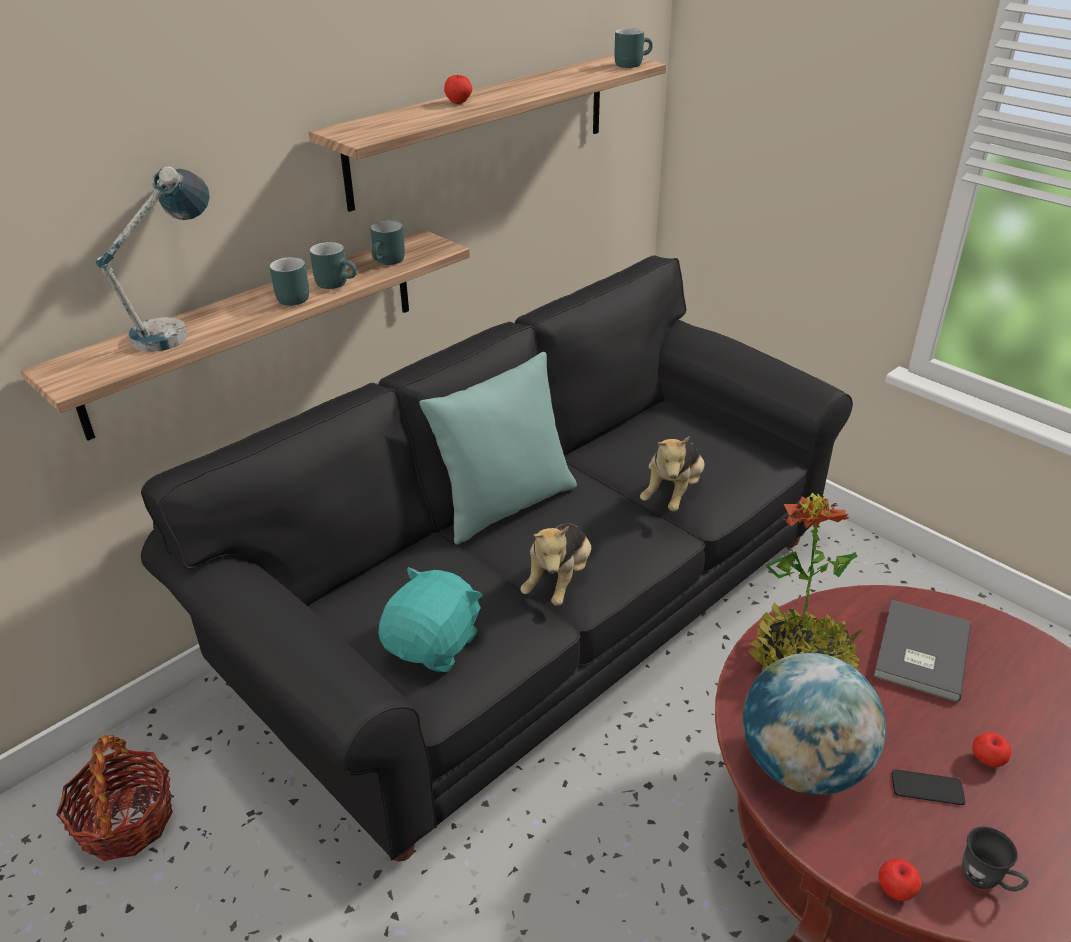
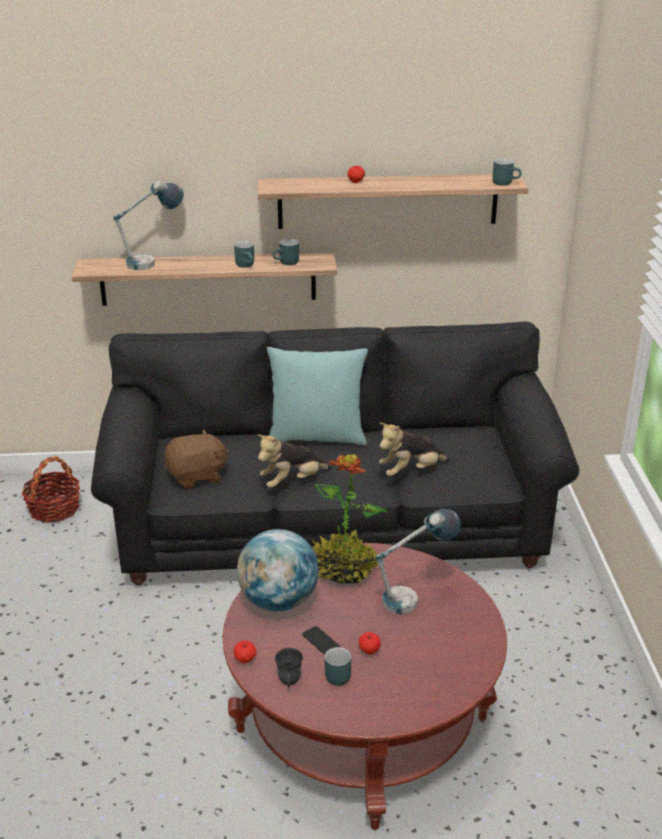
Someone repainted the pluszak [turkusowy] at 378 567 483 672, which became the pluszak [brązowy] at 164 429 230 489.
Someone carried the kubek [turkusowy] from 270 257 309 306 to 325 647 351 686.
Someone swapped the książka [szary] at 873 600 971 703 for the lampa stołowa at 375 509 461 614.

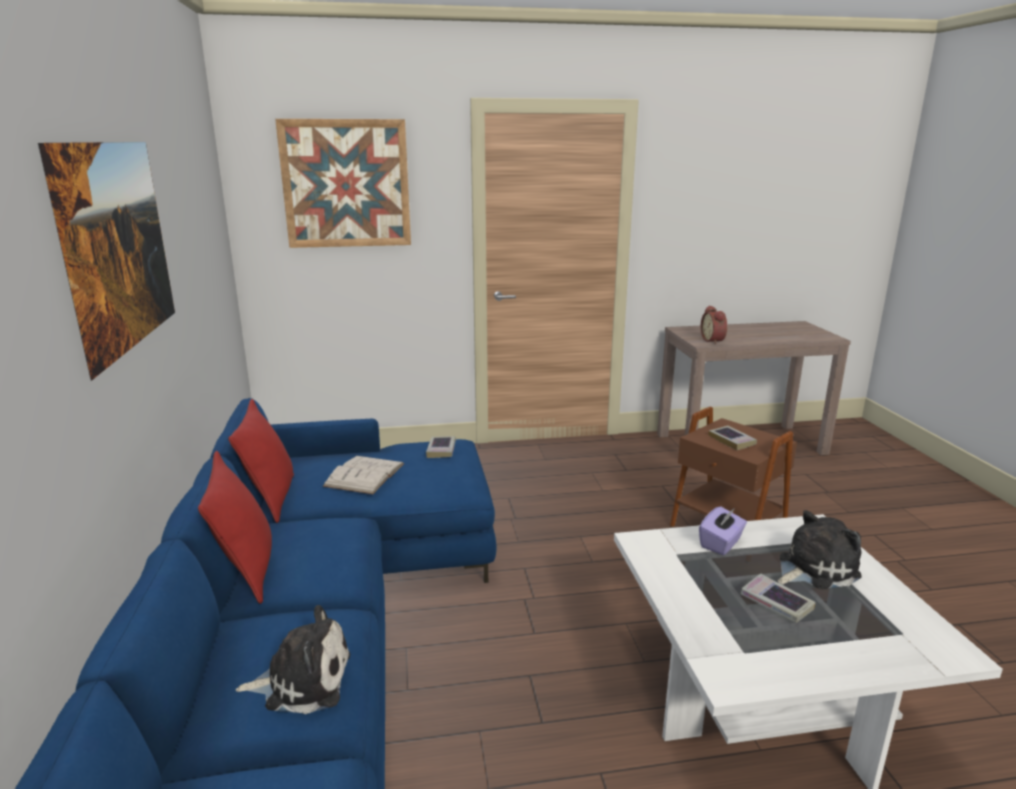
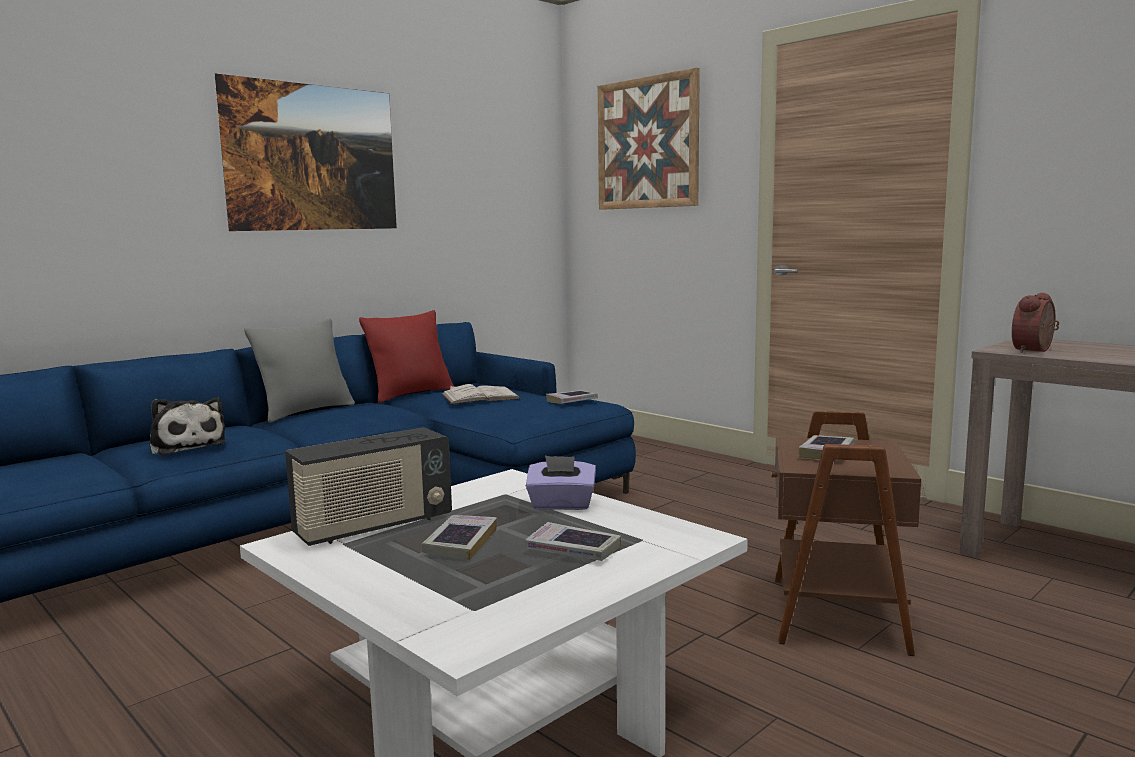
Someone repainted the poduszka [czerwony] at 198 451 272 604, which became the poduszka [szary] at 244 318 355 423.
Someone put down the radio at 285 427 452 546.
Someone swapped the pluszak at 778 510 862 589 for the książka at 525 522 621 561.

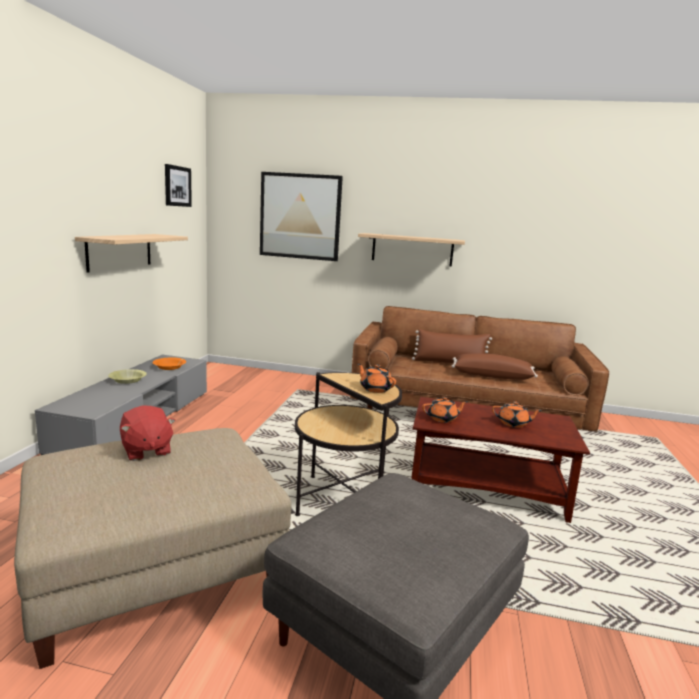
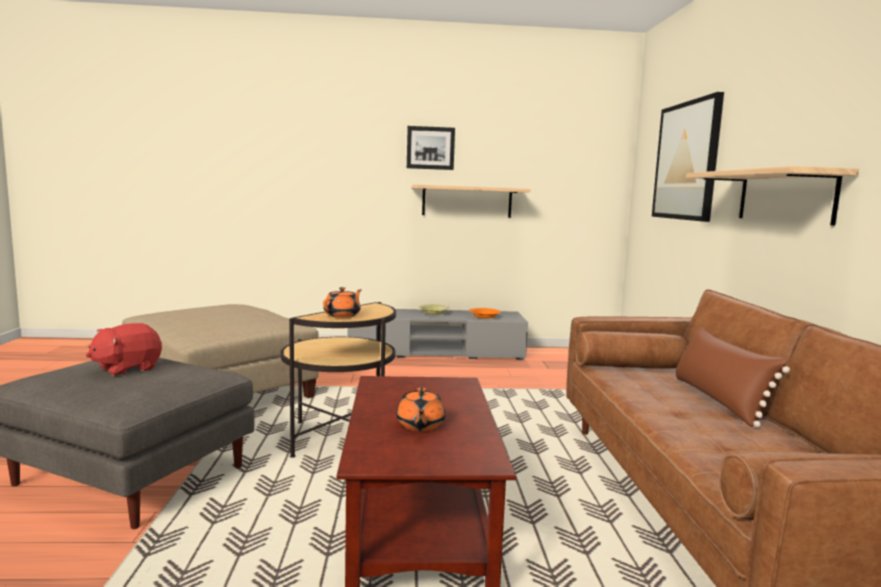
Someone carried the pluszak [czerwony] from 120 405 176 461 to 86 323 162 376.
Someone carried the obraz from 165 164 192 207 to 407 126 455 170.
Someone took away the imbryk [pomarańczowy] at 422 397 467 423.
Someone took away the poduszka [brązowy] at 451 353 538 380.

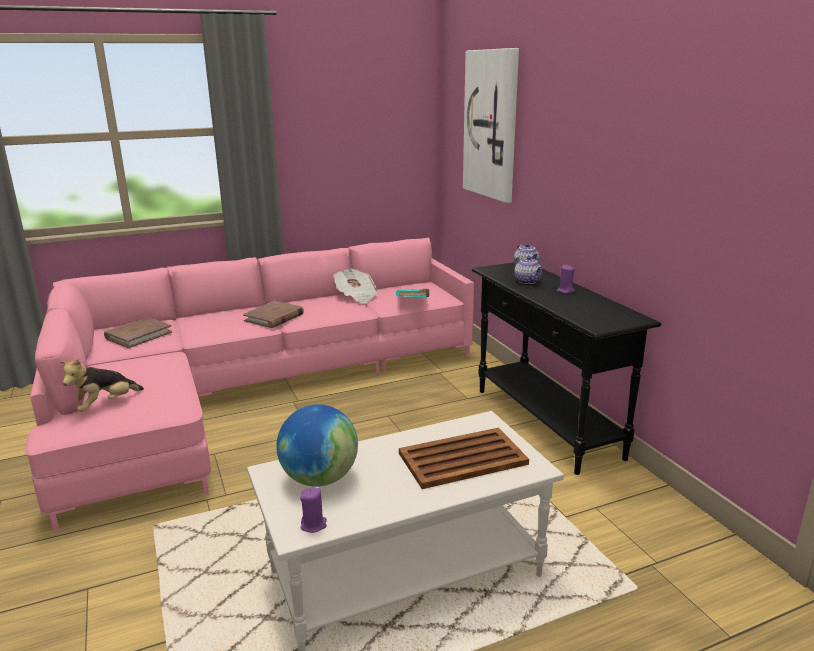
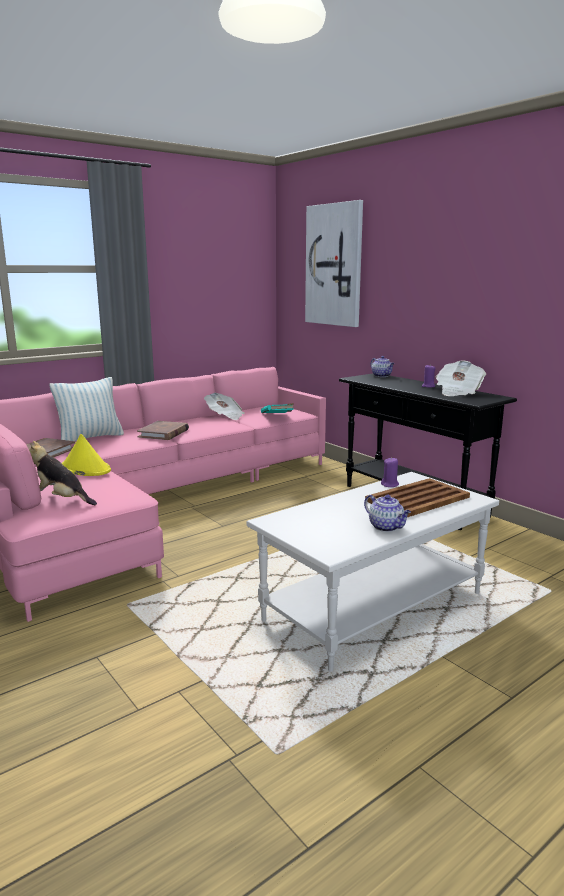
Someone rotated the pluszak at 59 359 144 412 by 90 degrees clockwise.
Someone put down the poduszka at 50 377 124 441.
Someone put down the kapelusz [żółty] at 62 434 111 476.
Someone carried the imbryk from 514 256 543 284 to 364 495 411 532.
Someone carried the świeca [fioletowy] from 300 487 327 533 to 381 457 399 487.
Someone put down the gazeta at 436 360 486 396.
Someone took away the globus at 276 404 358 487.

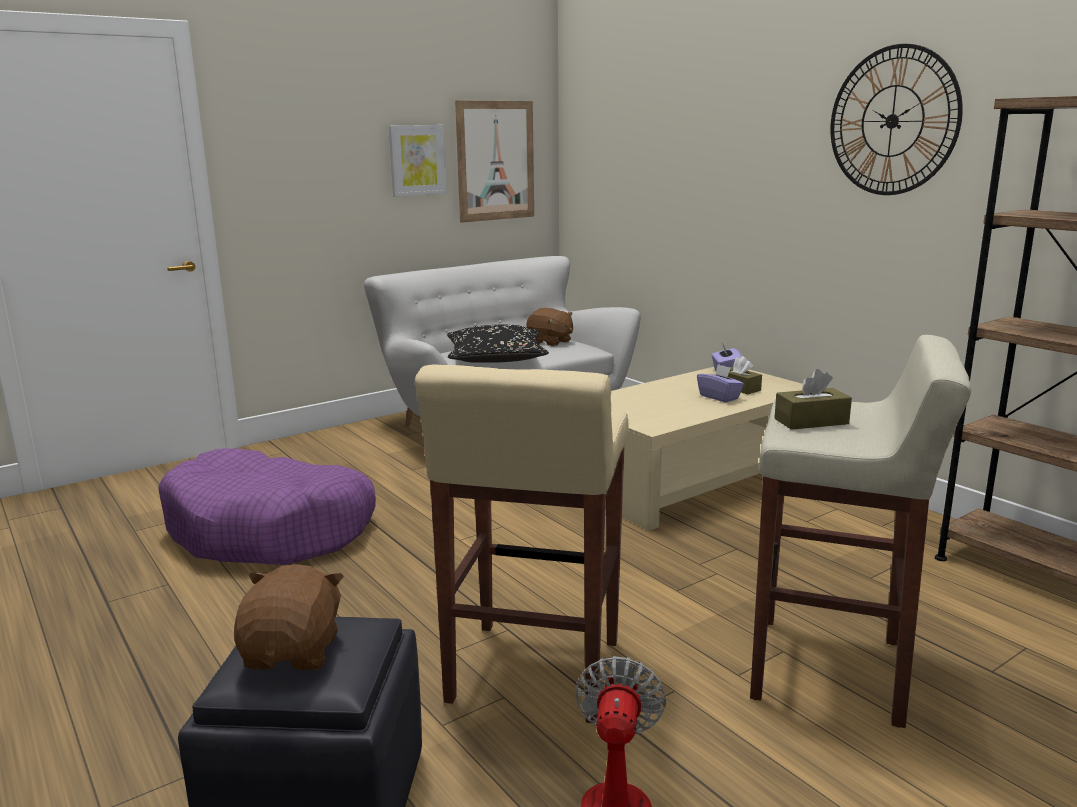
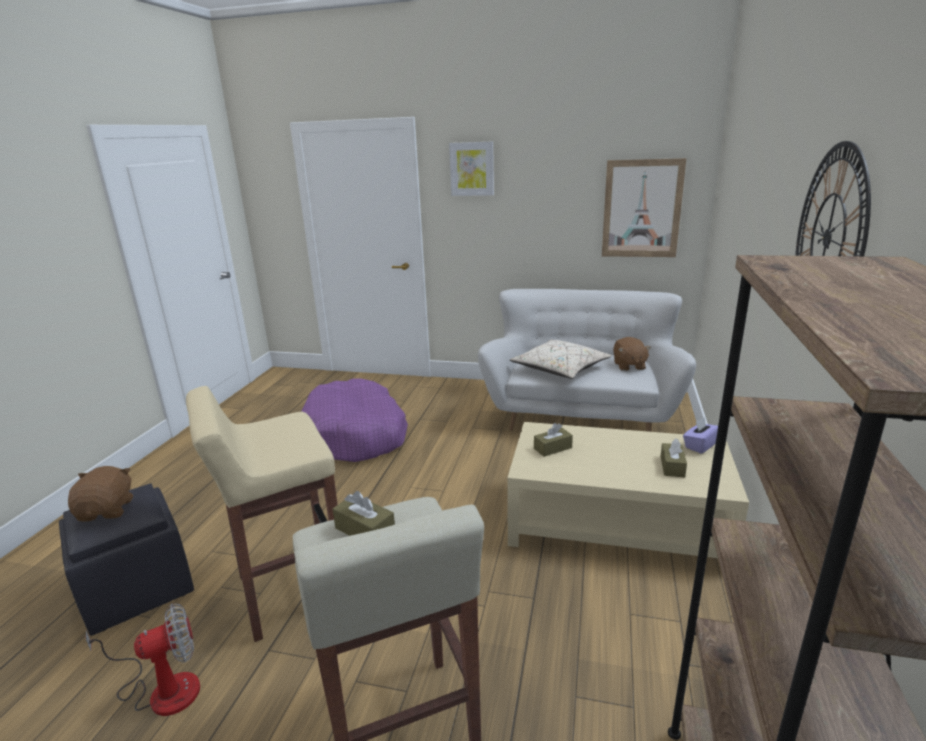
Someone rotated the pluszak [brązowy] at 234 564 344 670 by 60 degrees counterclockwise.
Someone carried the obraz from 389 125 447 197 to 449 141 494 196.
Someone repainted the poduszka [czarny] at 447 325 549 363, which became the poduszka [beżowy] at 510 339 612 379.
Someone put down the pudełko chusteczek [brązowy] at 534 423 573 457.
Someone took away the pudełko chusteczek [fioletowy] at 697 364 744 402.

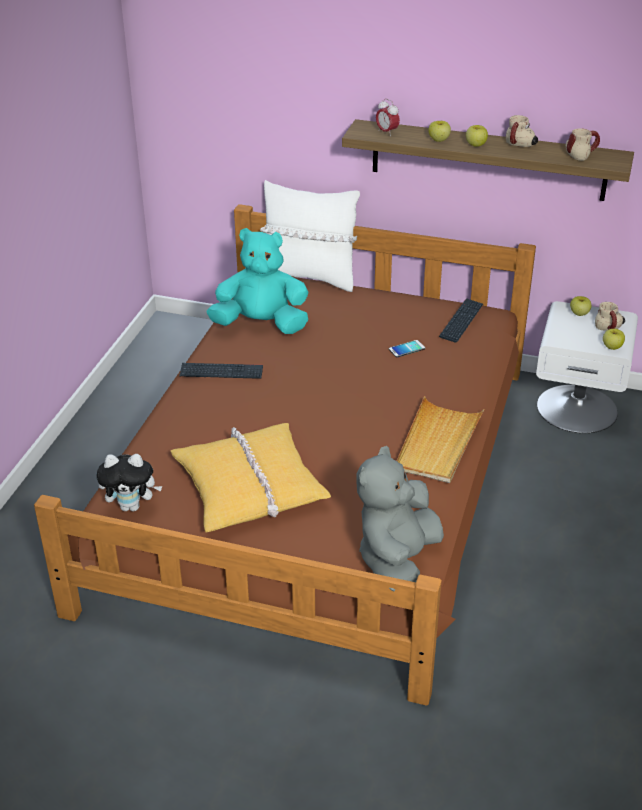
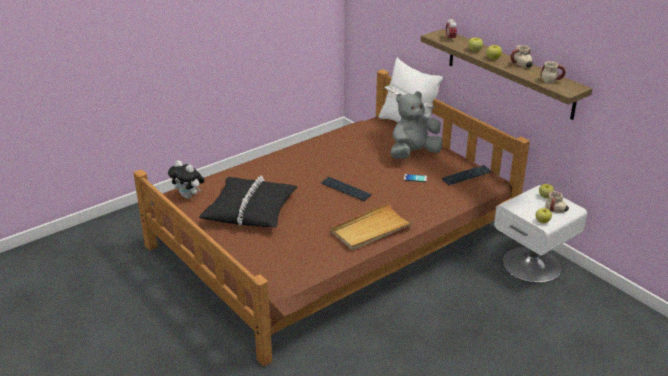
Someone repainted the poduszka [żółty] at 170 423 331 532, which became the poduszka [czarny] at 199 176 298 228.
Someone carried the klawiatura from 179 363 263 379 to 321 176 371 201.
Someone carried the pluszak [szary] from 356 446 444 591 to 390 91 442 159.
Someone took away the pluszak [turkusowy] at 206 228 308 334.

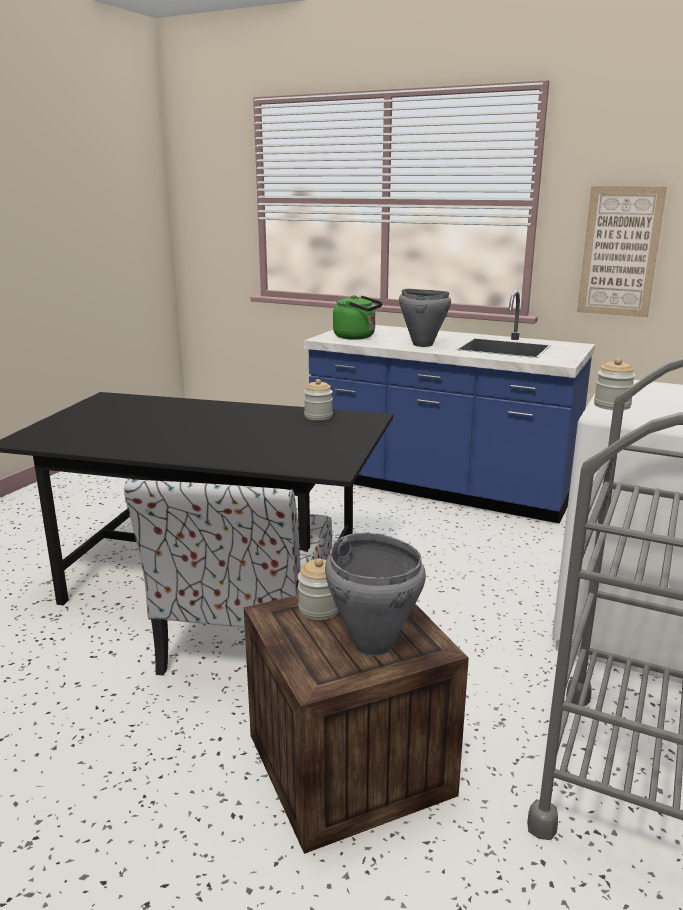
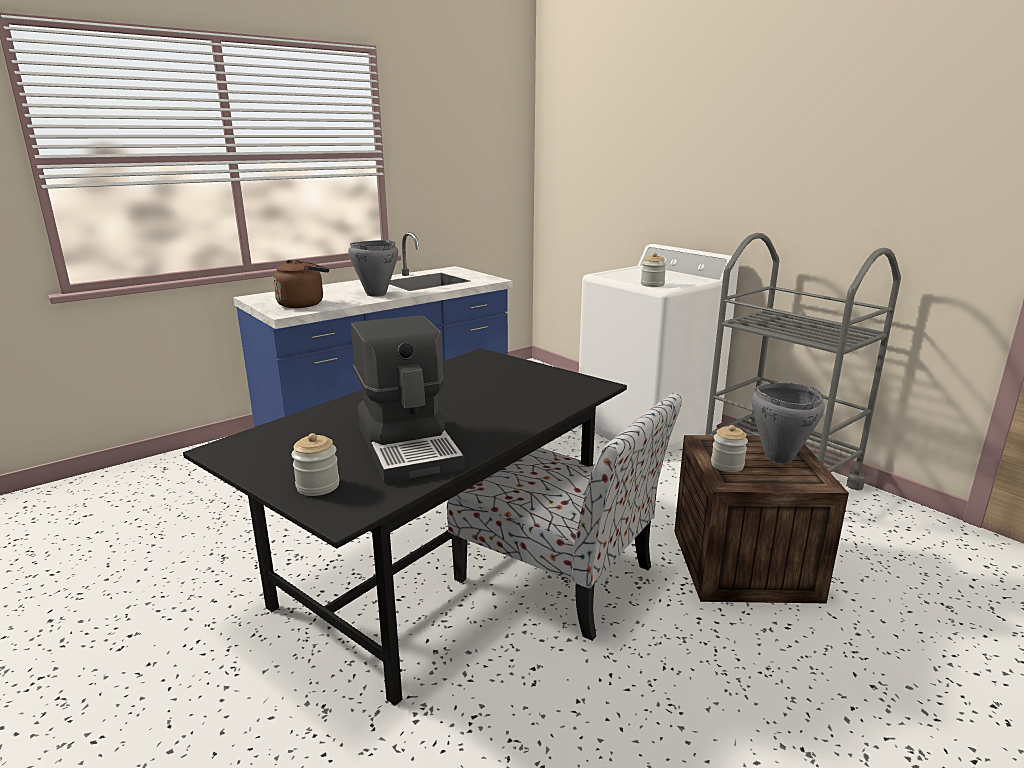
Someone repainted the czajnik [zielony] at 333 295 383 340, which became the czajnik [brązowy] at 273 260 329 308.
Someone carried the słoik from 304 379 333 420 to 291 433 340 496.
Someone put down the ekspres do kawy at 351 315 465 484.
Someone took away the obraz at 577 186 667 317.

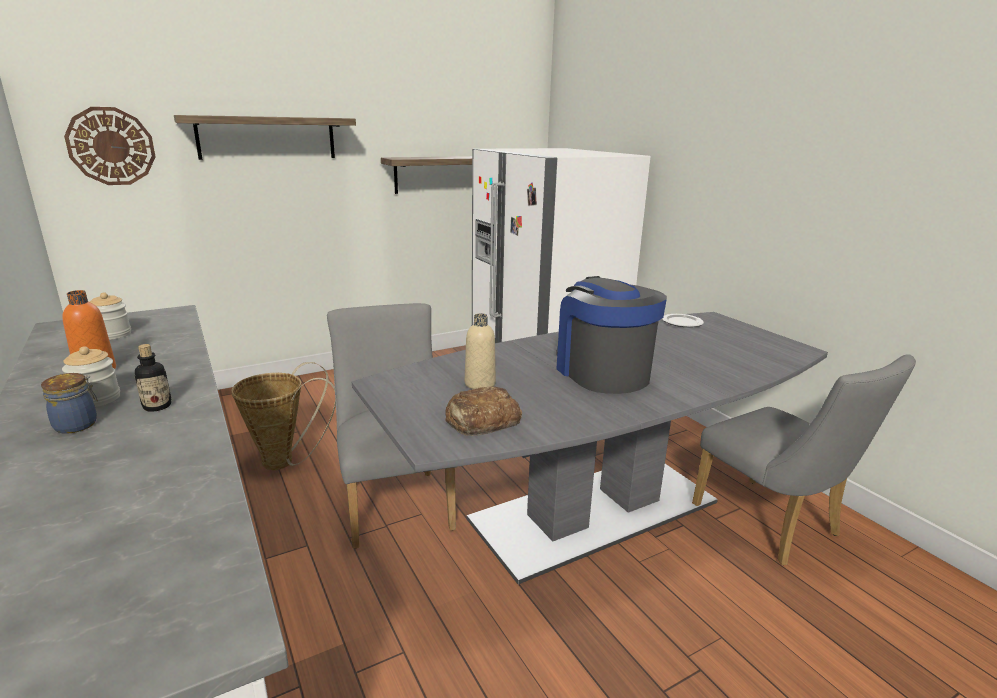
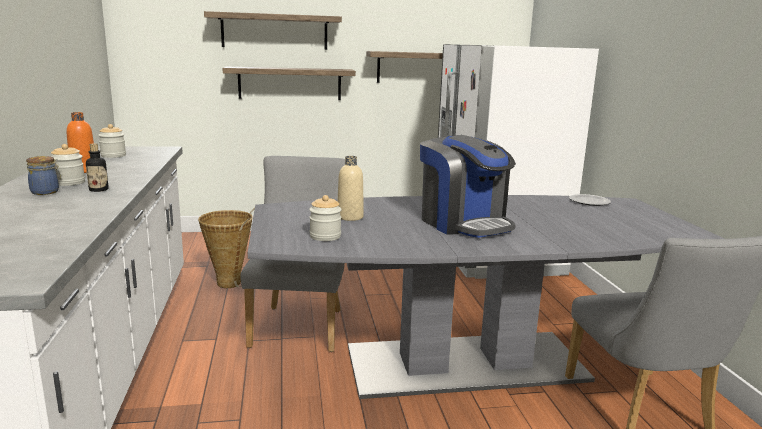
Someone put up the półka at 223 67 356 100.
Someone swapped the chleb at 445 386 522 436 for the słoik at 309 195 341 241.
Someone rotated the ekspres do kawy at 556 276 667 394 by 150 degrees clockwise.
Someone took away the zegar ścienny at 64 107 156 185.

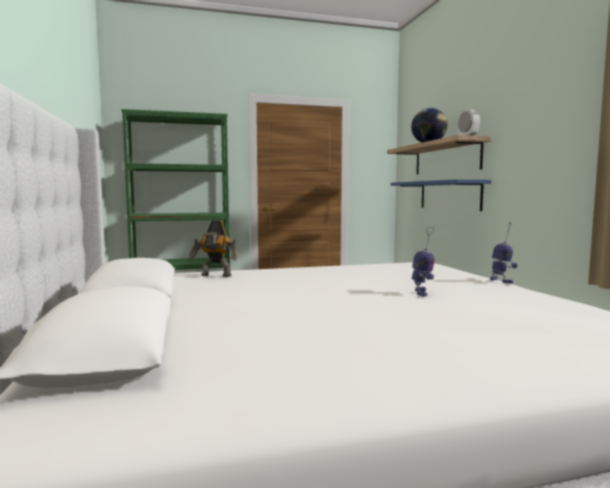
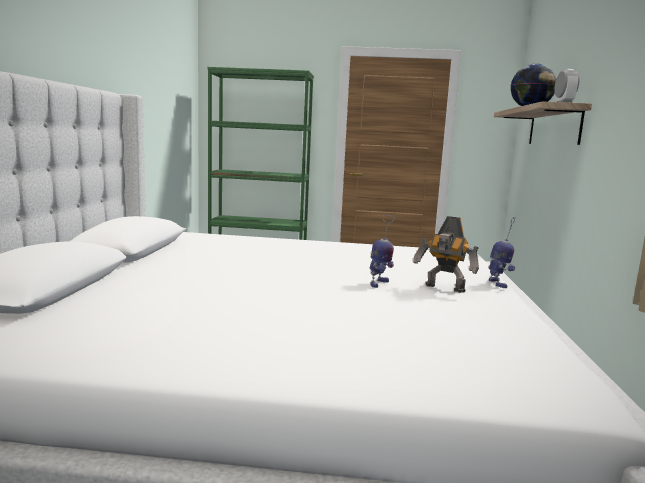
Someone carried the robot zabawkowy from 189 220 238 277 to 413 216 479 293.
Someone took away the półka [niebieski] at 391 179 491 211.

